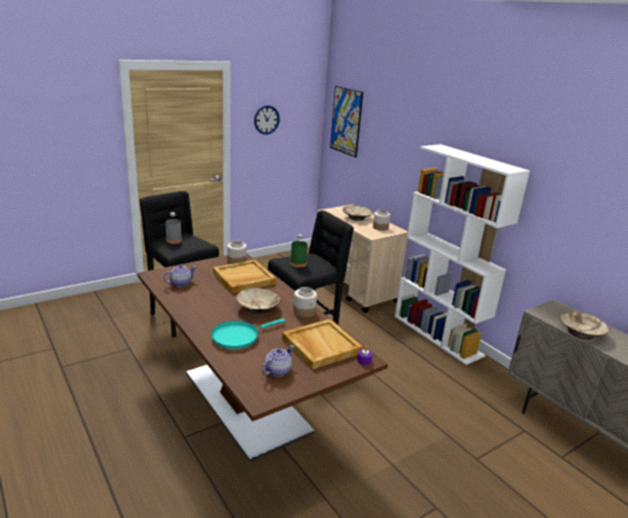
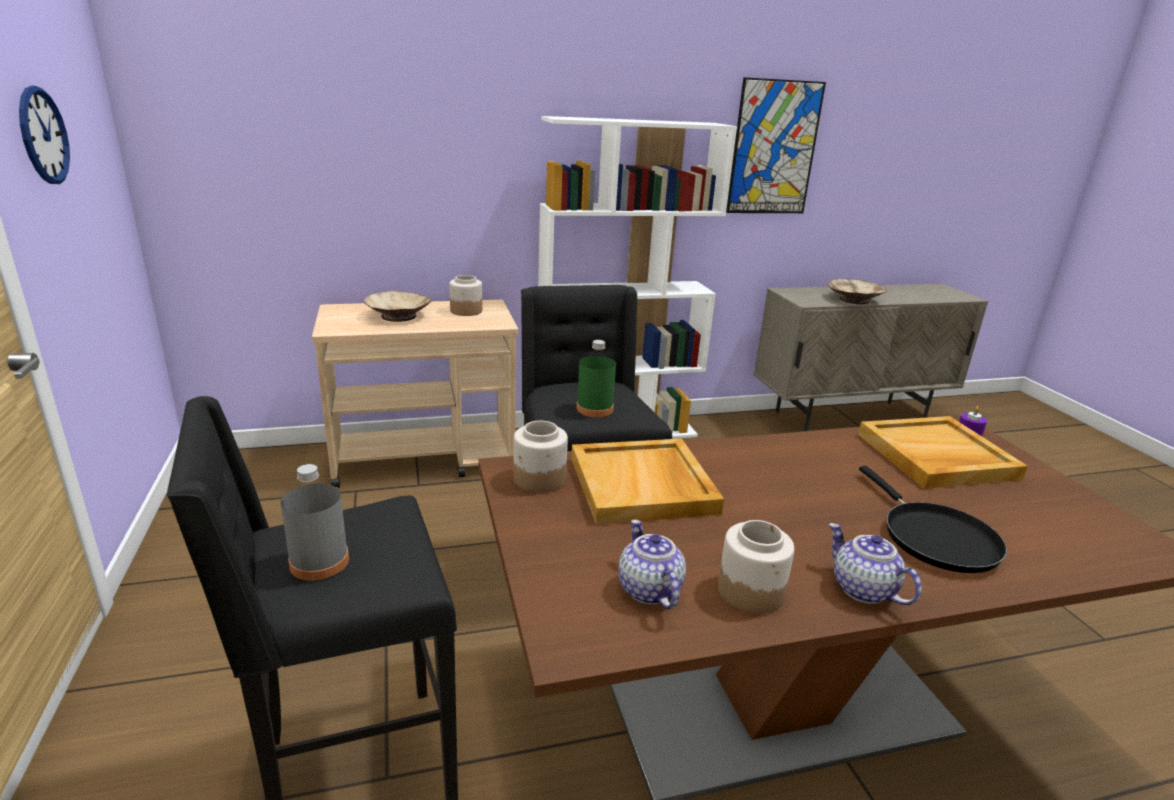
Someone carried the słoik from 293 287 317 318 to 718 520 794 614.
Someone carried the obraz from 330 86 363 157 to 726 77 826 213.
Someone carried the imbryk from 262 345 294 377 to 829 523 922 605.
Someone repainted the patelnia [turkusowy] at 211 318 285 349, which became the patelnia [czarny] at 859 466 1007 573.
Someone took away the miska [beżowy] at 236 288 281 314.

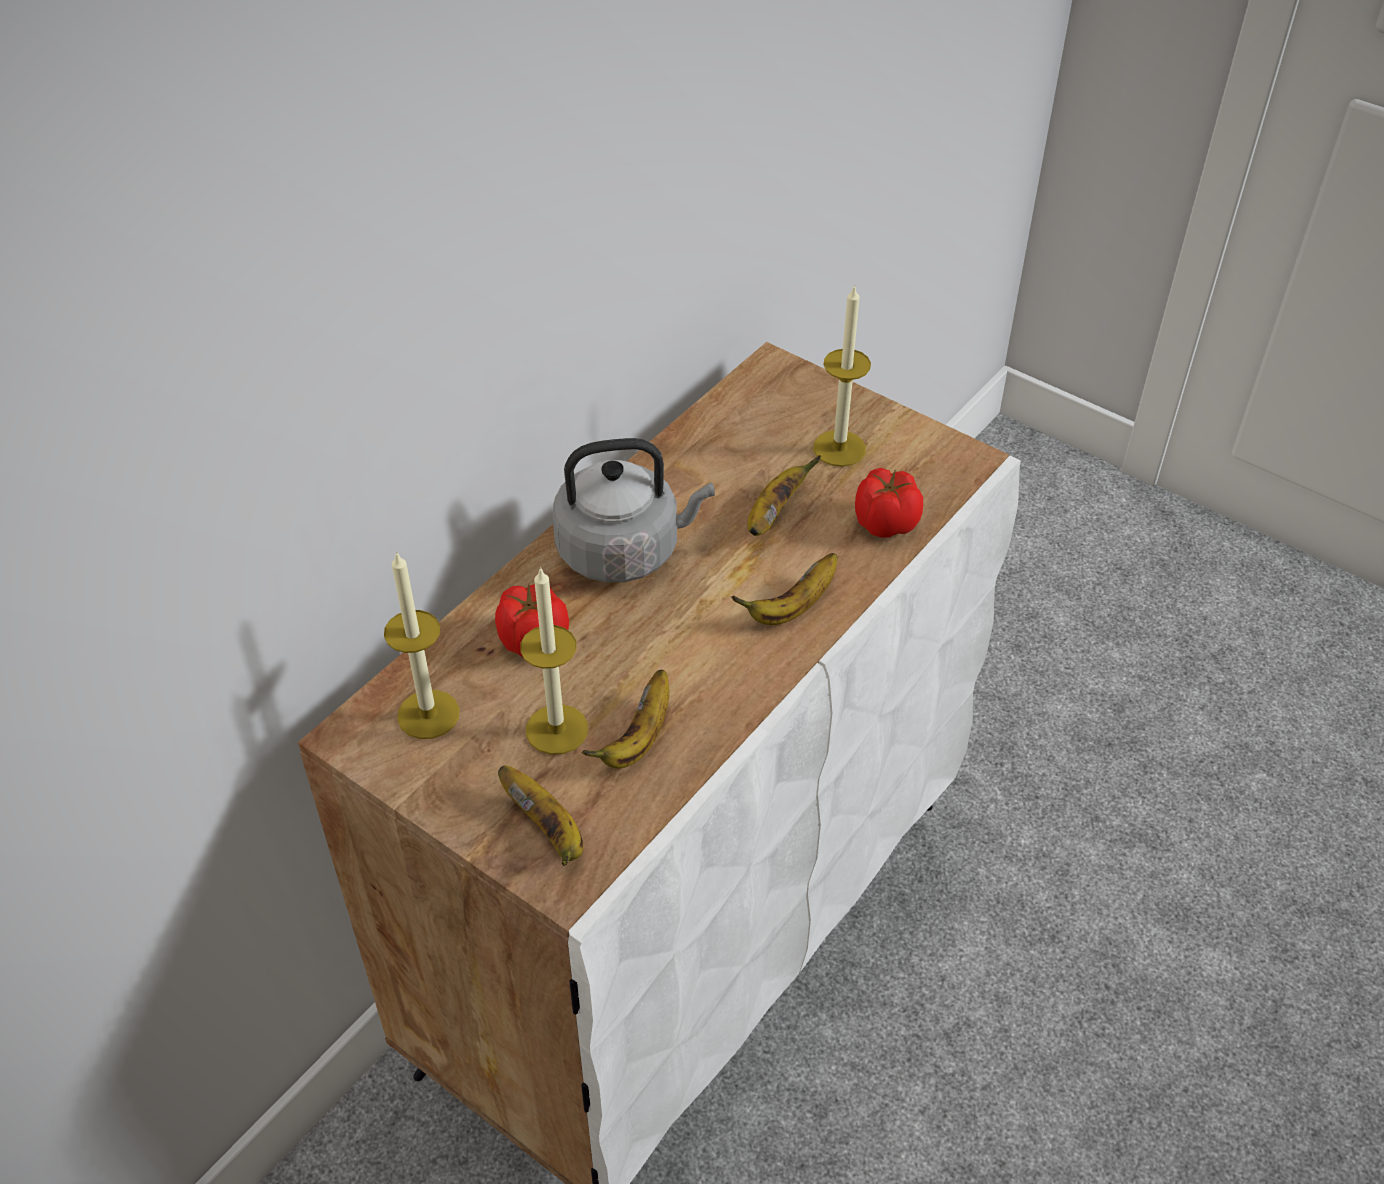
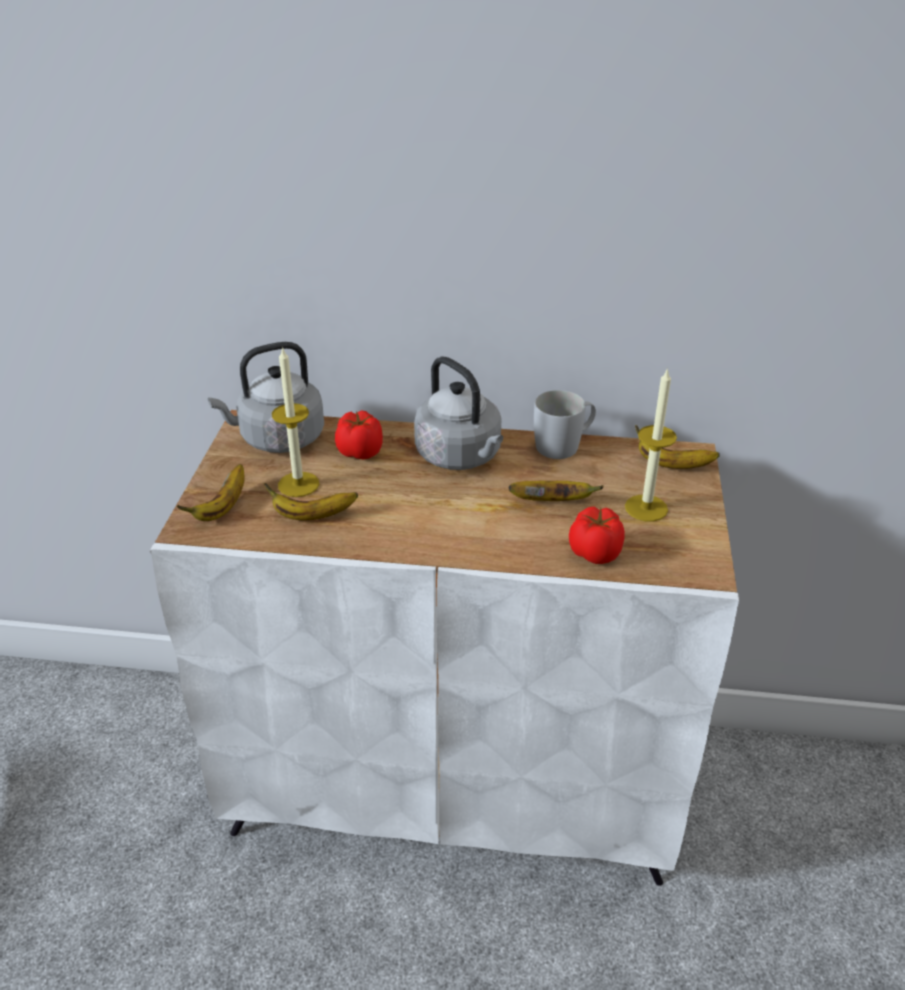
Someone swapped the świeca at 384 551 460 739 for the czajnik [szary] at 208 342 324 453.
Someone put down the kubek [biały] at 534 390 596 459.
Someone carried the banan from 731 553 838 625 to 635 425 720 469.

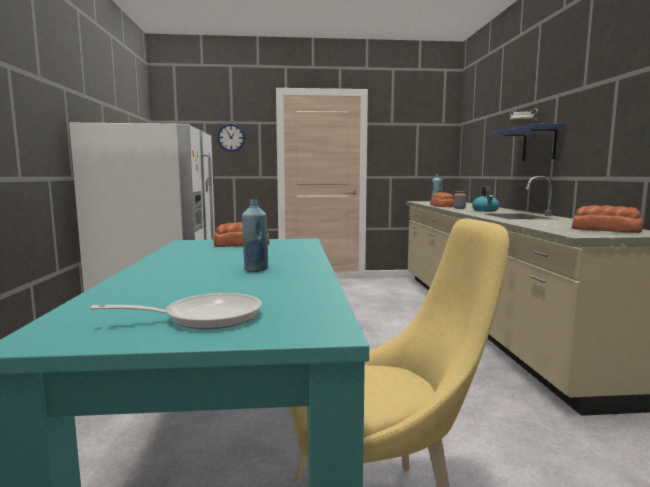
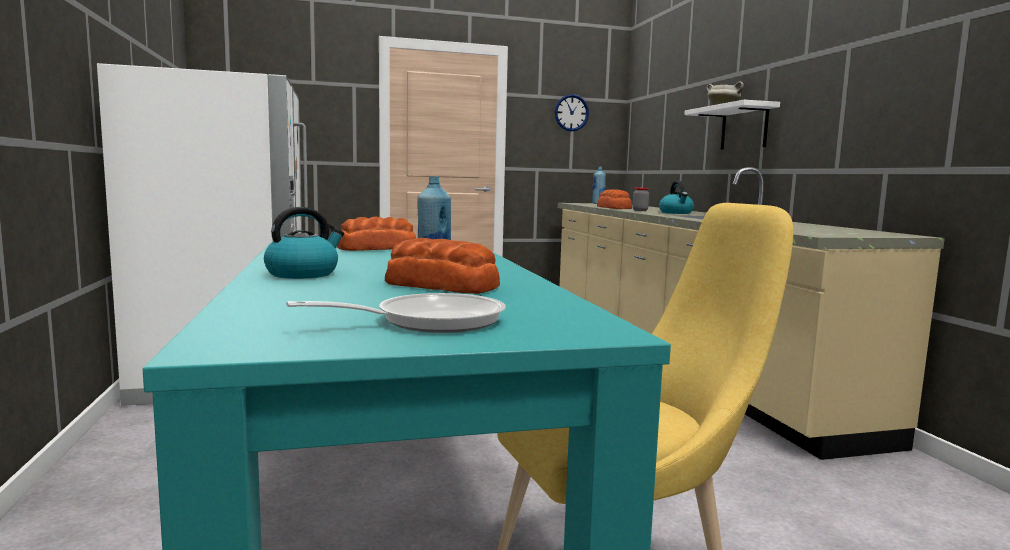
Someone put down the czajnik at 264 207 344 279.
Someone carried the chleb from 572 205 643 233 to 385 238 500 294.
Someone carried the zegar ścienny from 217 123 245 152 to 555 94 589 131.
Someone repainted the półka [niebieski] at 493 124 565 161, which became the półka [biały] at 684 100 780 150.

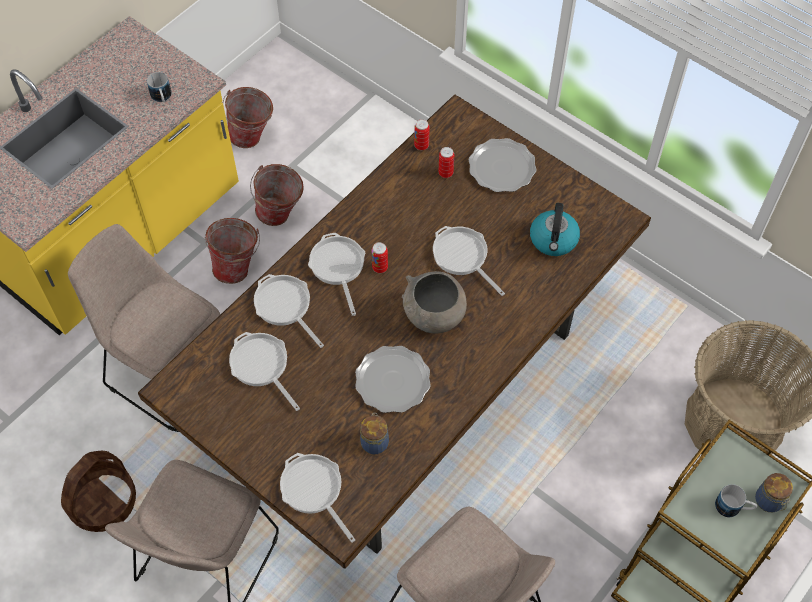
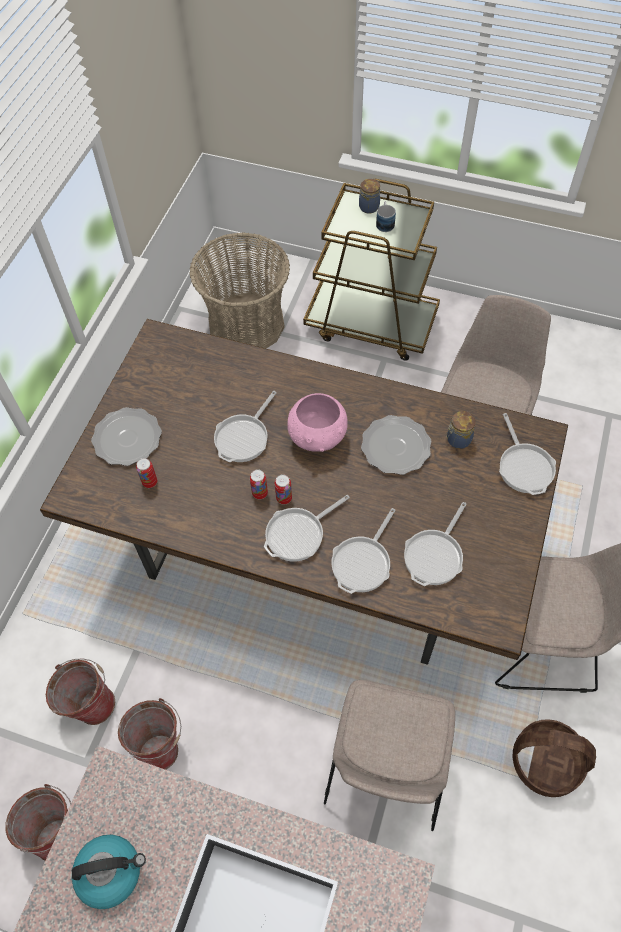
Someone carried the wiadro from 205 218 260 284 to 46 659 115 725.
Someone carried the czajnik from 530 203 580 256 to 72 834 146 909.
Someone carried the puszka from 414 119 430 150 to 250 469 268 500.
Someone repainted the miska [szary] at 402 271 467 334, which became the miska [różowy] at 287 393 348 452.
Someone rotated the patelnia at 280 453 355 543 by 45 degrees counterclockwise.
Someone took away the kubek at 147 72 172 102.

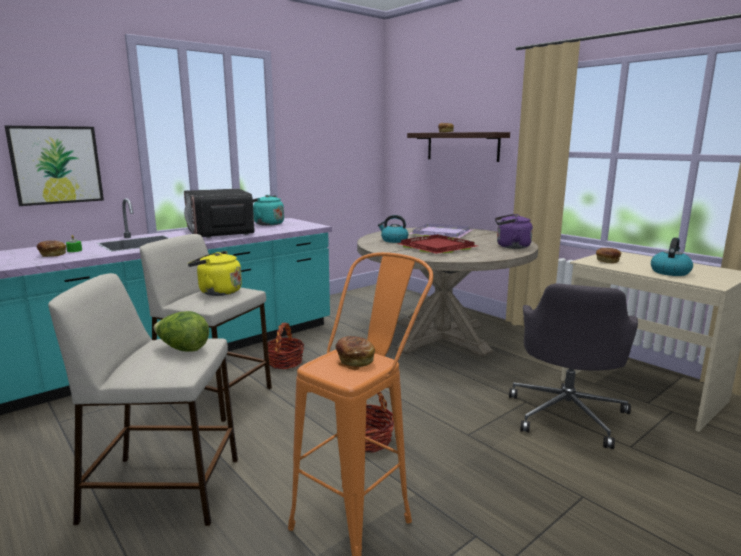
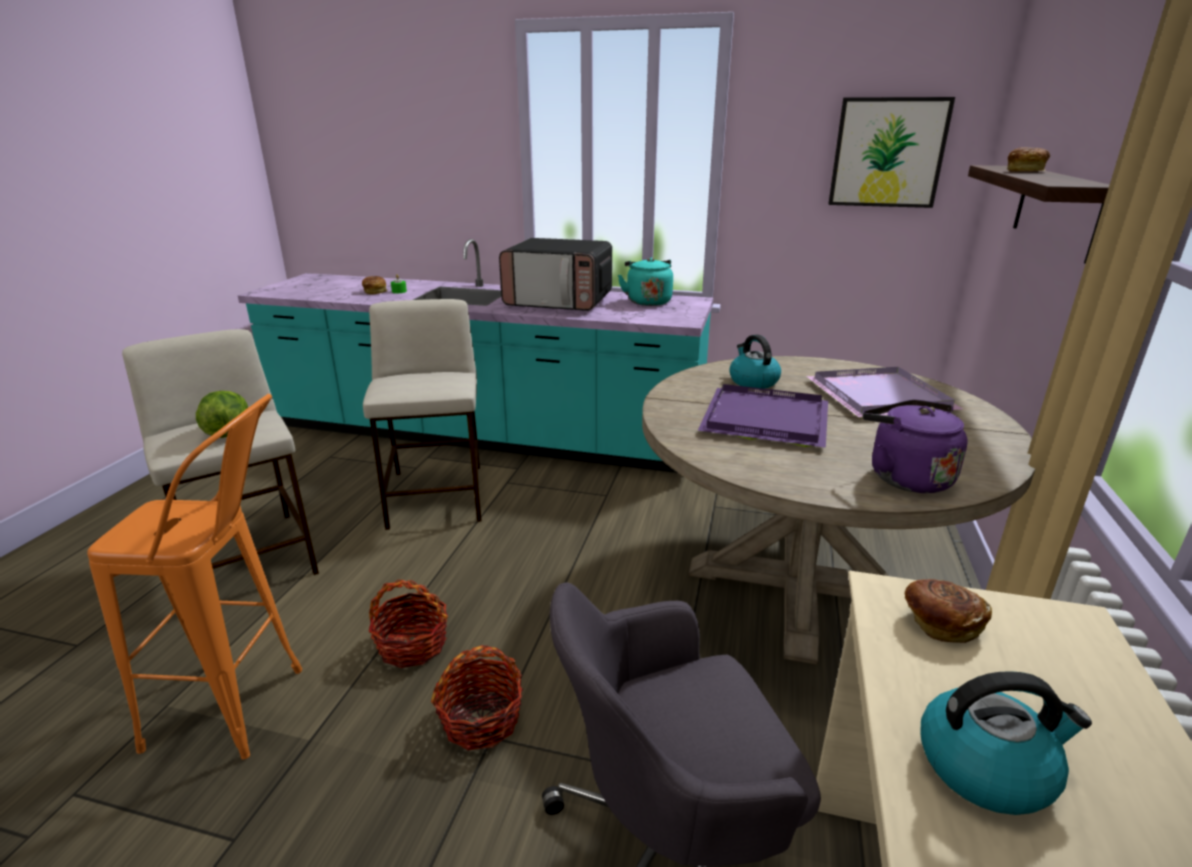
Someone carried the koszyk from 268 323 305 369 to 431 645 523 750.
Someone rotated the mikrofalówka at 184 189 254 238 by 105 degrees counterclockwise.
Someone repainted the taca [czerwony] at 397 234 477 254, which became the taca [fioletowy] at 698 384 828 448.
Someone carried the obraz from 5 126 104 206 to 828 97 955 208.
Someone took away the czajnik [żółty] at 188 251 242 296.
Someone took away the chleb at 336 336 375 367.

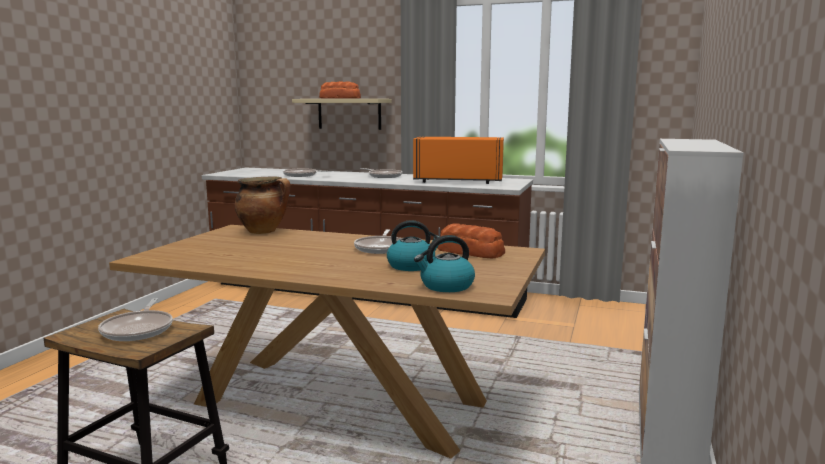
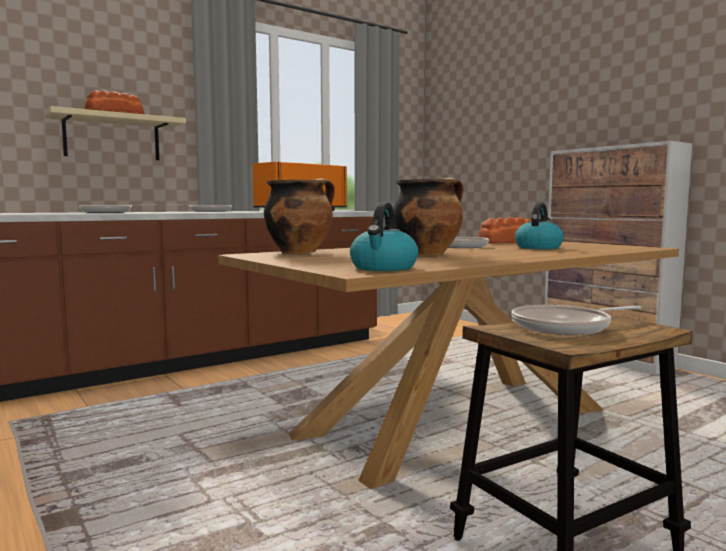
Someone carried the czajnik from 414 235 475 292 to 350 202 419 271.
Someone put down the garnek at 393 177 463 255.
Someone rotated the patelnia at 98 298 173 341 by 135 degrees clockwise.

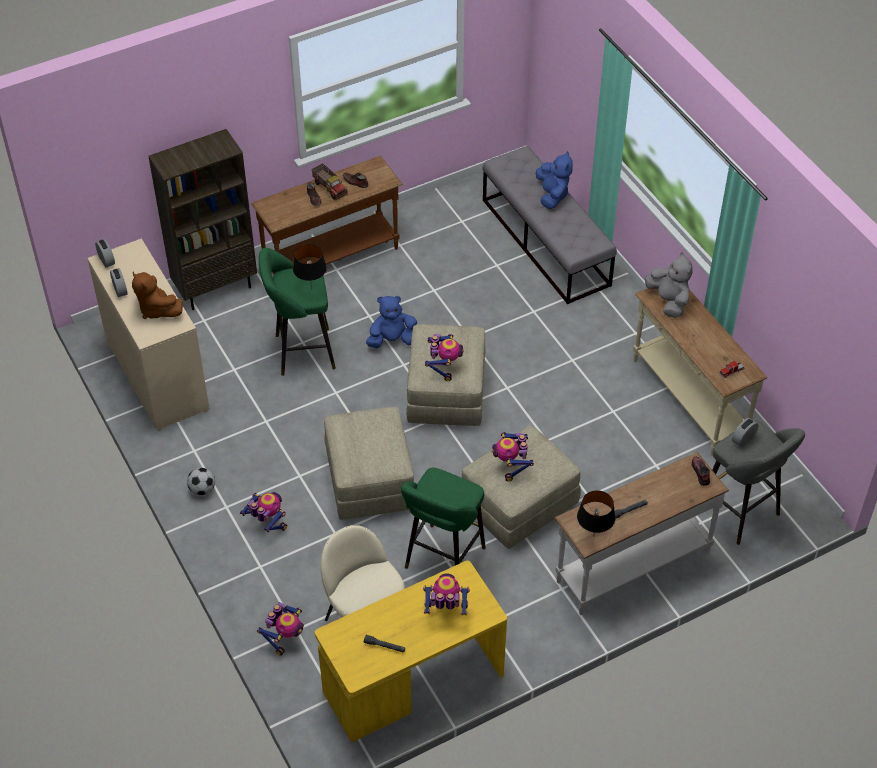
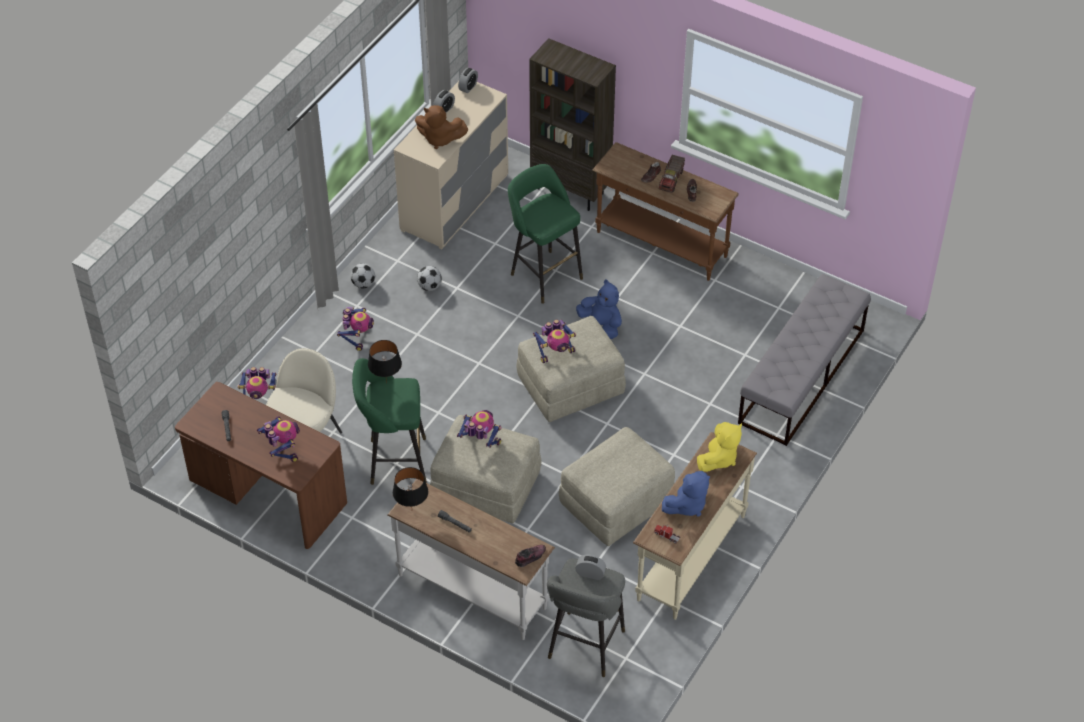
Someone repainted the biurko [żółty] at 315 561 507 743, which became the biurko [brązowy] at 175 382 347 549.
Someone carried the lampa stołowa [czarny] from 293 244 327 290 to 368 340 402 384.
Someone rotated the pluszak [brązowy] at 132 272 183 319 by 90 degrees counterclockwise.
Someone put down the piłka futbolowa at 417 266 442 291.
Someone rotated the robot zabawkowy at 492 432 534 482 by 60 degrees clockwise.
Someone carried the pufa [beżowy] from 324 407 414 520 to 559 427 675 546.
Someone carried the pluszak [niebieski] from 536 151 573 209 to 662 471 710 516.
Someone repainted the pluszak [szary] at 645 252 693 318, which became the pluszak [żółty] at 697 422 742 472.

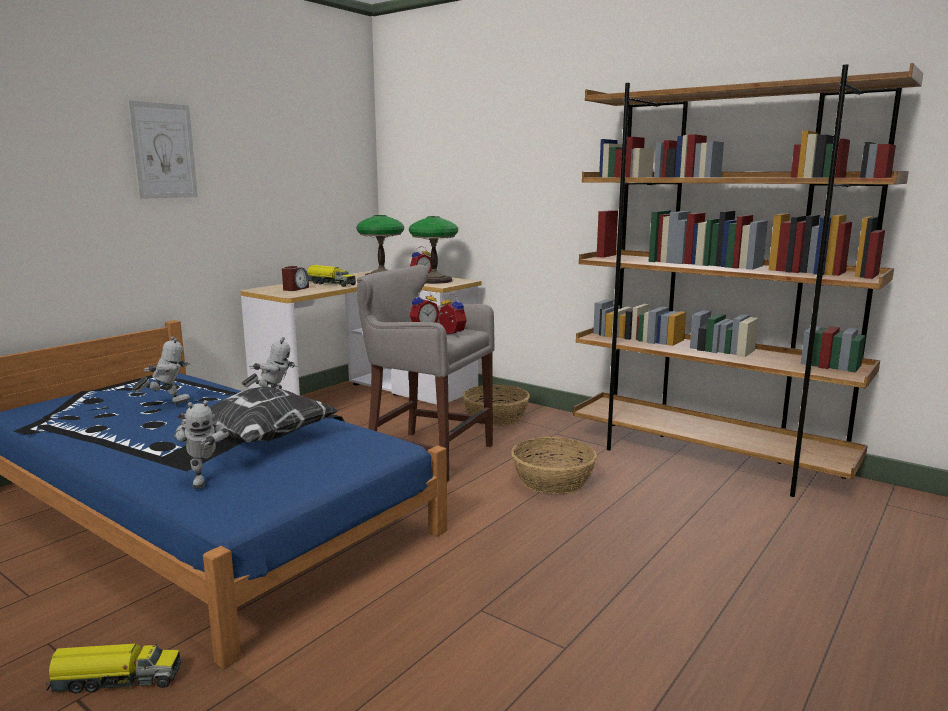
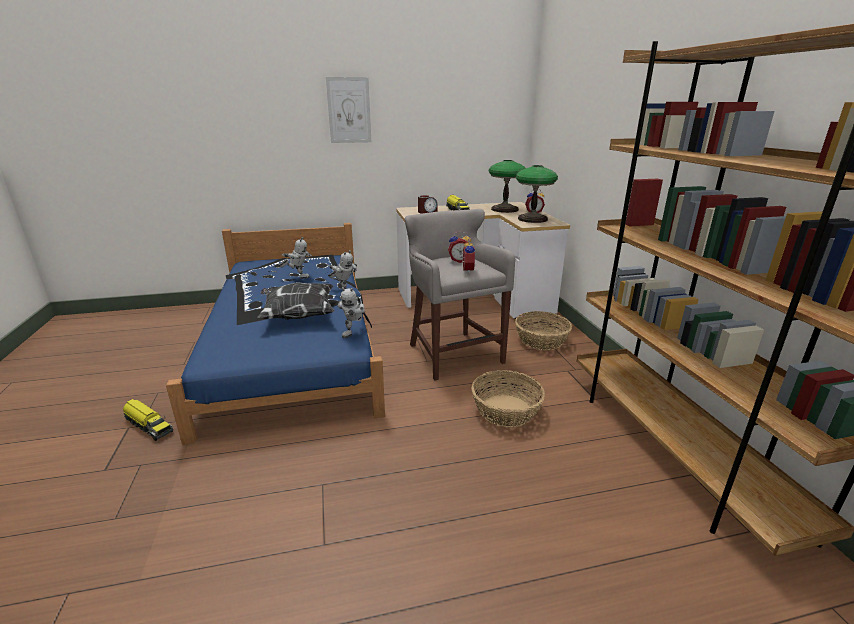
Someone carried the robot zabawkowy from 174 400 229 489 to 338 287 365 338.

